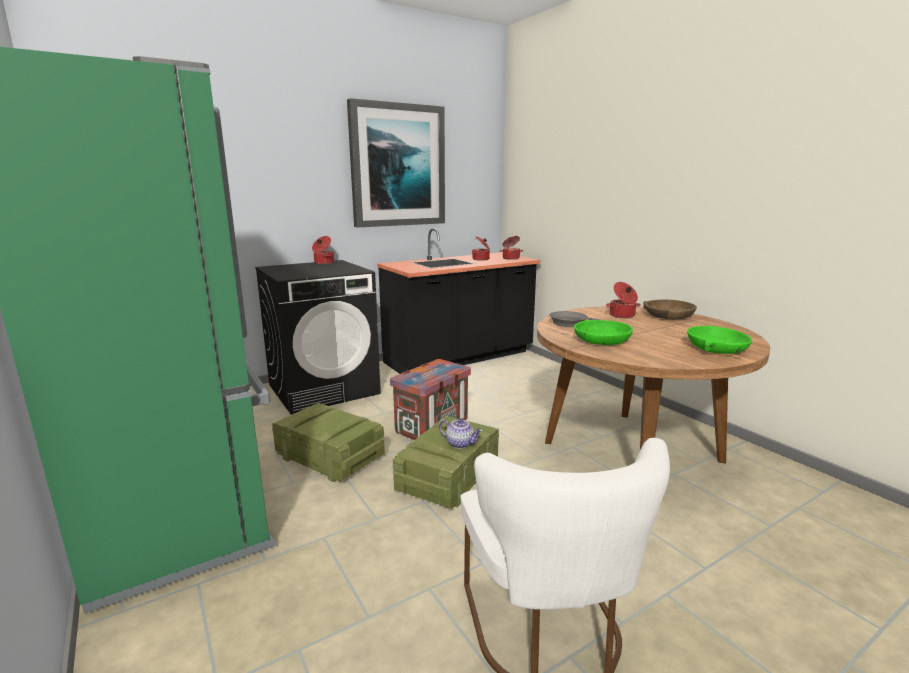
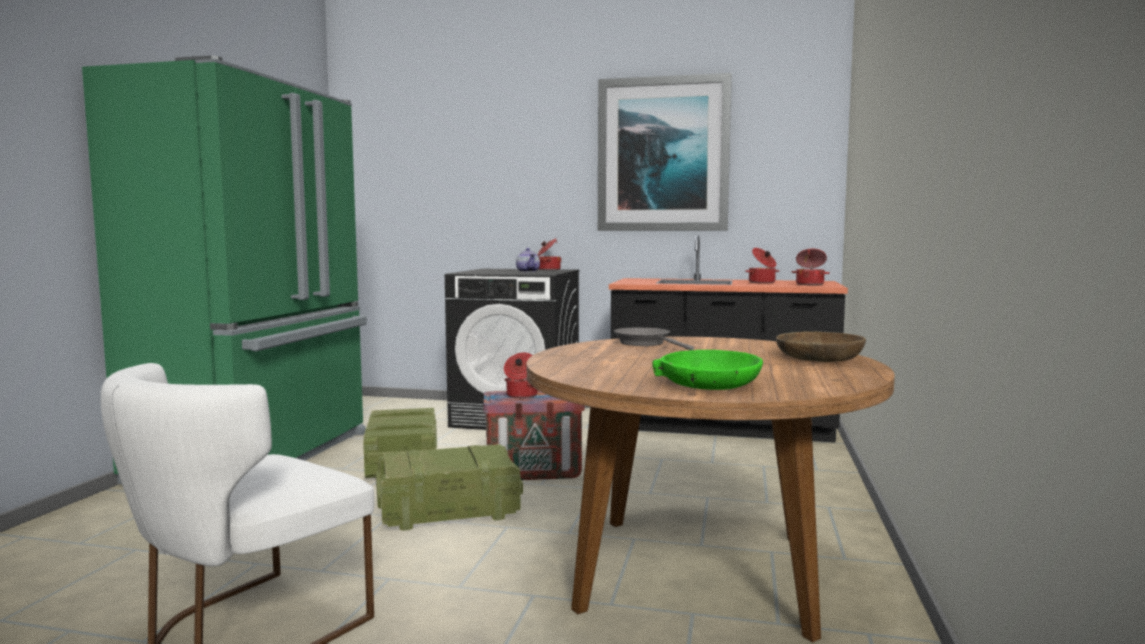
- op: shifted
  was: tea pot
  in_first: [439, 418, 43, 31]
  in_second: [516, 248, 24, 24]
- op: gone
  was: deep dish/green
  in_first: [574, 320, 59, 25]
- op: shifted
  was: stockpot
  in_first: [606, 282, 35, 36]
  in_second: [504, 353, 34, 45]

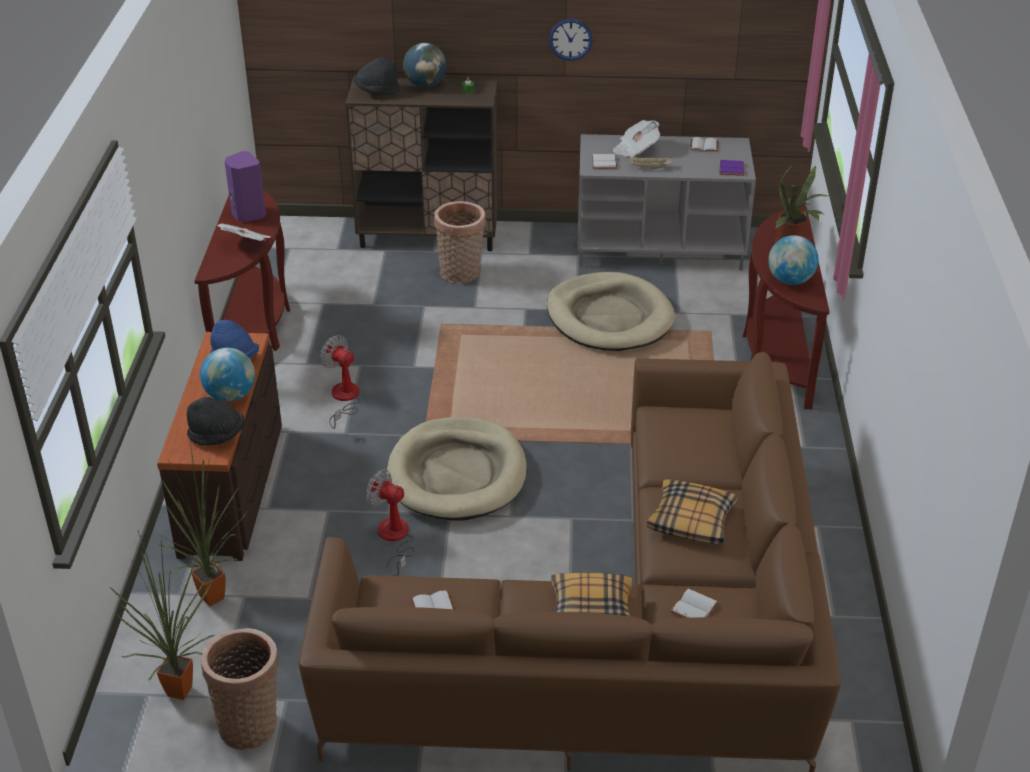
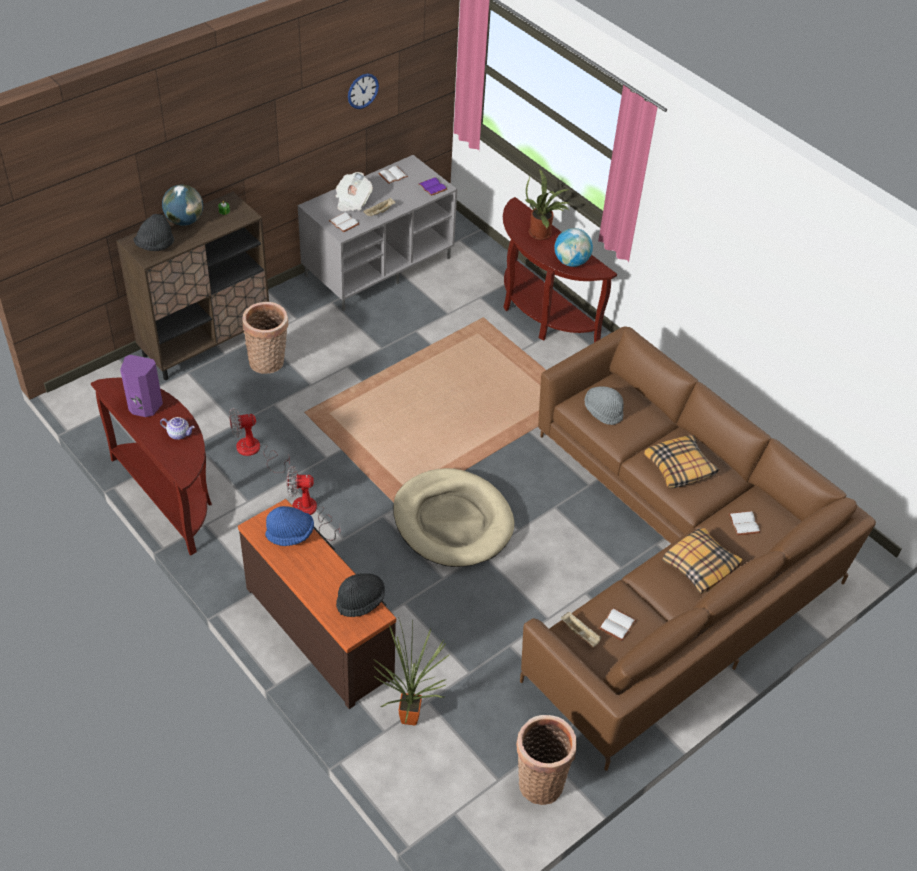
- op: gone
  was: potted plant
  in_first: [111, 529, 105, 171]
- op: gone
  was: world globe
  in_first: [200, 348, 55, 54]
- op: swapped
  was: daily paper
  now: tea pot
  in_first: [217, 224, 54, 17]
  in_second: [160, 417, 35, 23]
- op: shifted
  was: electric fan
  in_first: [366, 469, 48, 107]
  in_second: [229, 408, 61, 65]
- op: gone
  was: dog cushion/sand-coloured
  in_first: [547, 272, 128, 79]
- op: shifted
  was: hanging clock
  in_first: [549, 19, 44, 42]
  in_second: [348, 74, 31, 35]
- op: new
  now: serving tray/sand-coloured
  in_second: [561, 612, 40, 35]
- op: new
  now: wearable hat/greyish
  in_second: [584, 386, 40, 39]

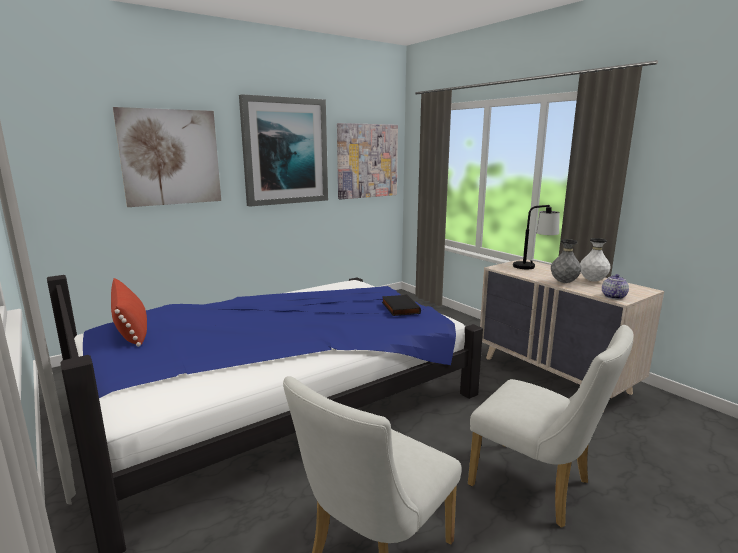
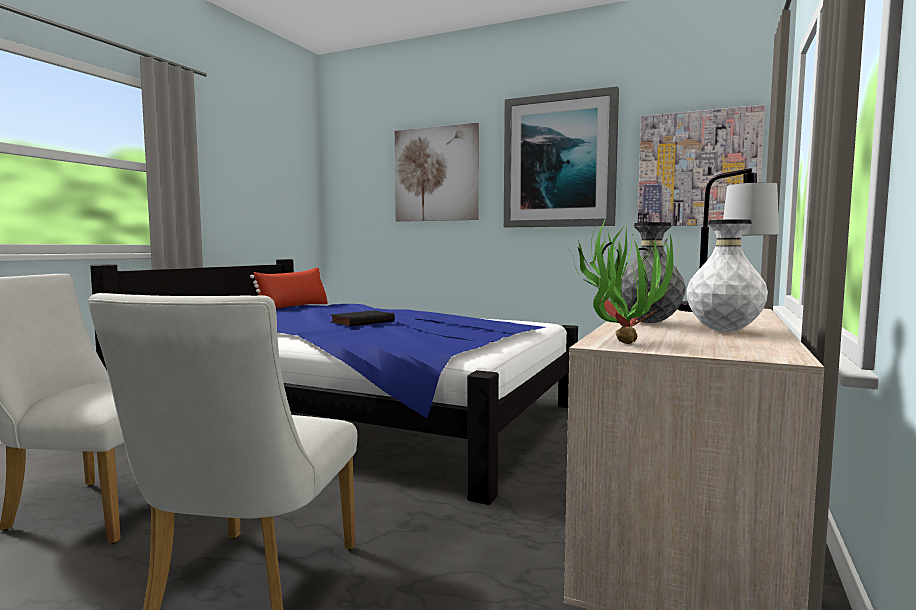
- op: shifted
  was: volume/blackish
  in_first: [382, 294, 39, 22]
  in_second: [330, 310, 65, 17]
- op: swapped
  was: tea pot
  now: potted plant
  in_first: [602, 274, 27, 25]
  in_second: [568, 218, 112, 126]

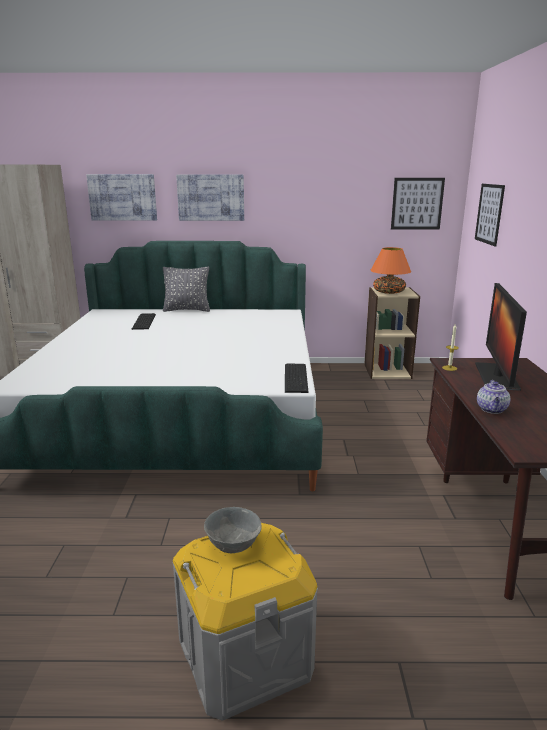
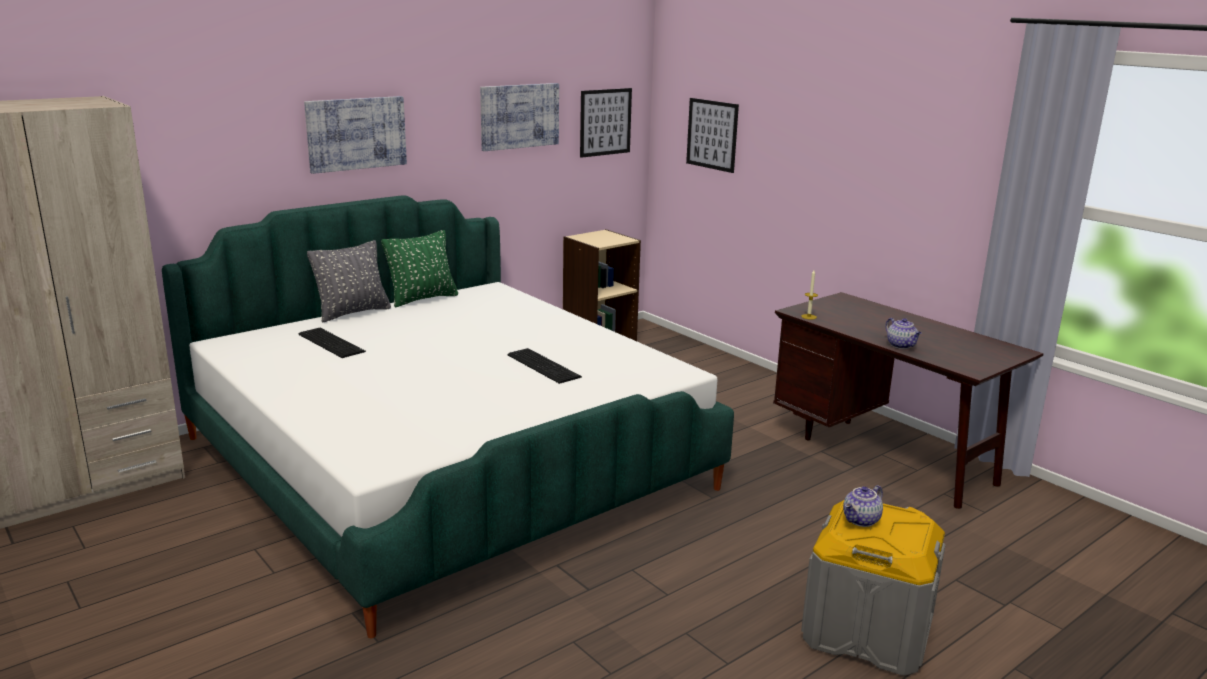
- op: shifted
  was: wall picture
  in_first: [86, 174, 71, 47]
  in_second: [480, 83, 79, 68]
- op: swapped
  was: deep dish/greyish
  now: tea pot
  in_first: [204, 507, 57, 46]
  in_second: [843, 485, 40, 42]
- op: shifted
  was: keyboard
  in_first: [285, 364, 23, 29]
  in_second: [507, 348, 75, 36]
- op: gone
  was: tabletop lamp/orangey
  in_first: [370, 247, 41, 47]
- op: gone
  was: monitor
  in_first: [475, 283, 52, 108]
- op: new
  now: cushion/green
  in_second: [381, 230, 77, 77]

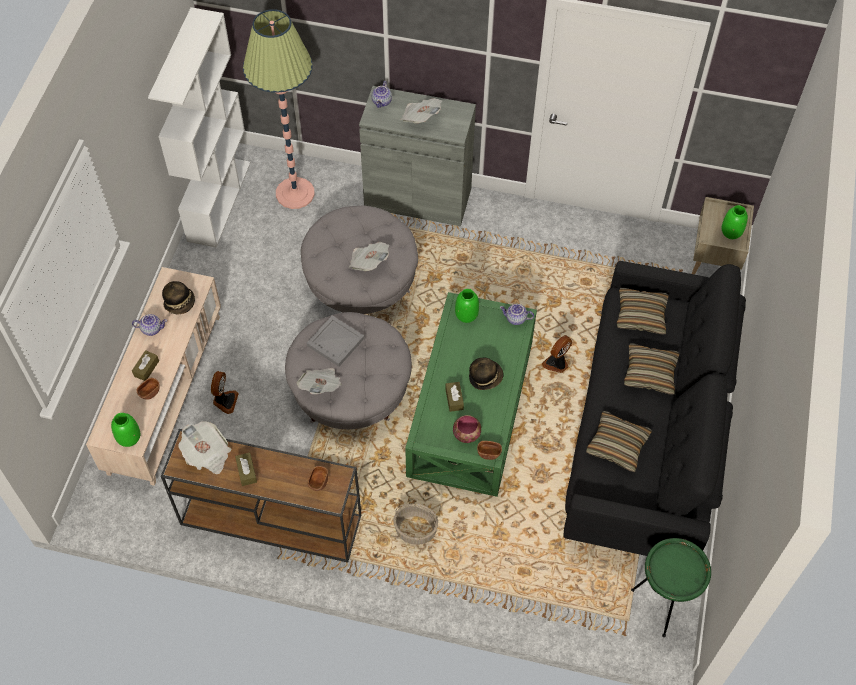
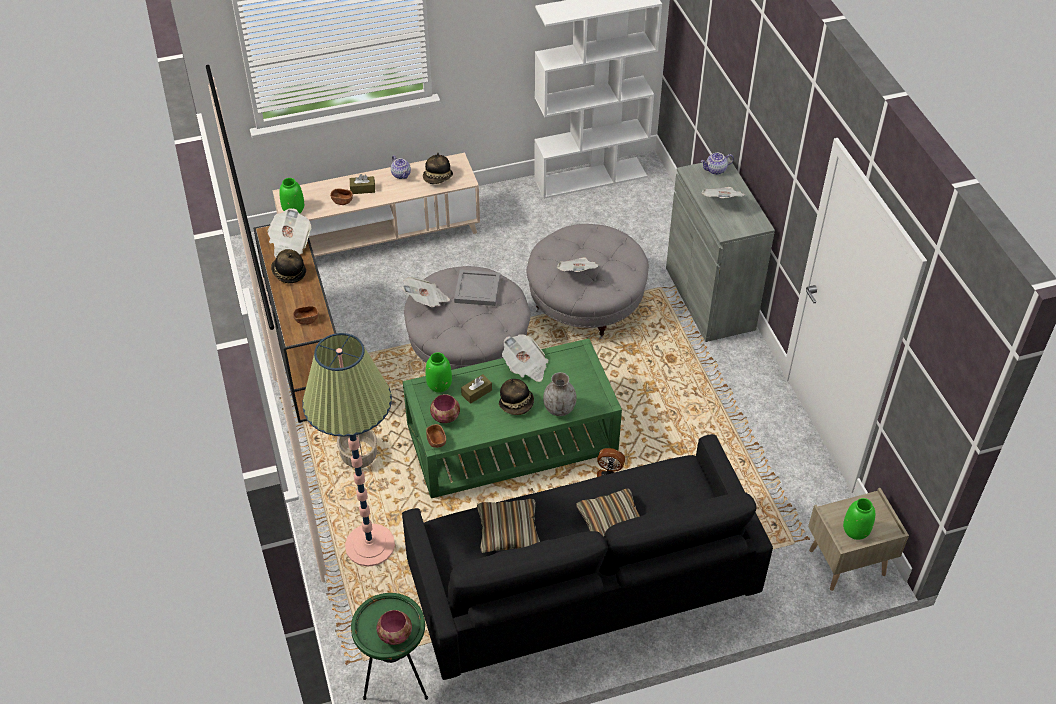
- op: gone
  was: electric fan
  in_first: [211, 371, 28, 43]
- op: swapped
  was: tissue holder/brown-coloured
  now: wearable hat
  in_first: [235, 452, 22, 34]
  in_second: [271, 249, 35, 34]
- op: shifted
  was: standard lamp
  in_first: [243, 9, 72, 200]
  in_second: [302, 333, 93, 234]
- op: shifted
  was: flower vase/green
  in_first: [455, 289, 24, 34]
  in_second: [426, 352, 26, 41]
- op: gone
  was: tea pot
  in_first: [500, 304, 34, 21]
- op: gone
  was: cushion
  in_first: [617, 288, 52, 46]
- op: new
  now: deep dish
  in_second: [377, 610, 35, 35]
- op: new
  now: daily paper
  in_second: [502, 334, 47, 48]
- op: new
  now: flower vase/greyish
  in_second: [543, 372, 34, 44]

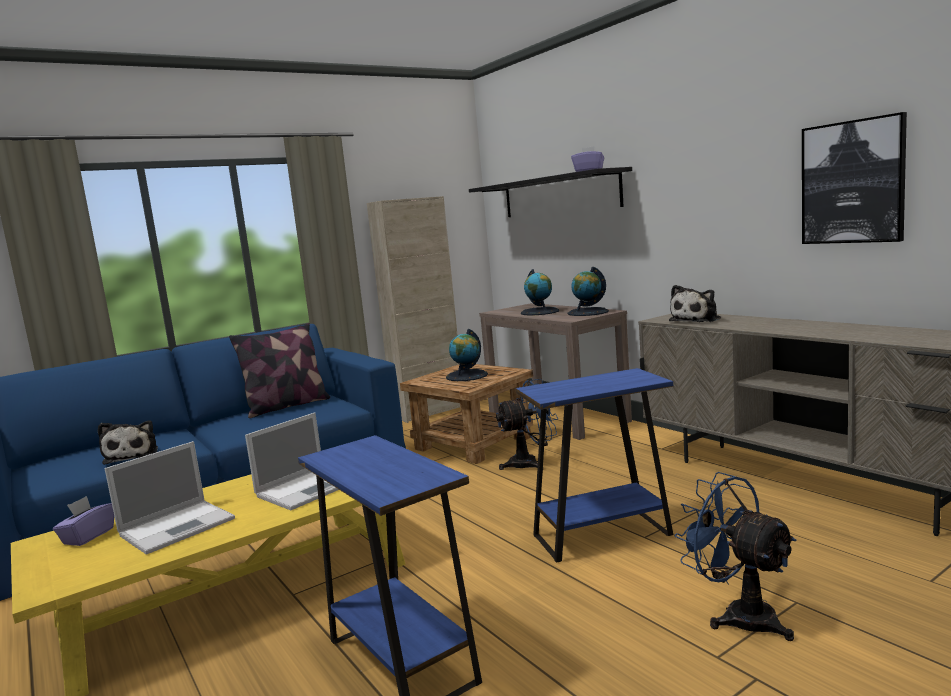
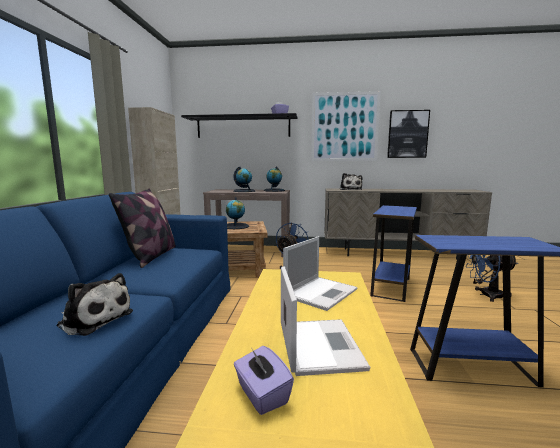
- op: rotated
  was: portable computer
  in_first: [245, 413, 94, 98]
  in_second: [283, 236, 75, 75]
  clockwise: 45
- op: new
  now: wall picture
  in_second: [311, 91, 70, 70]

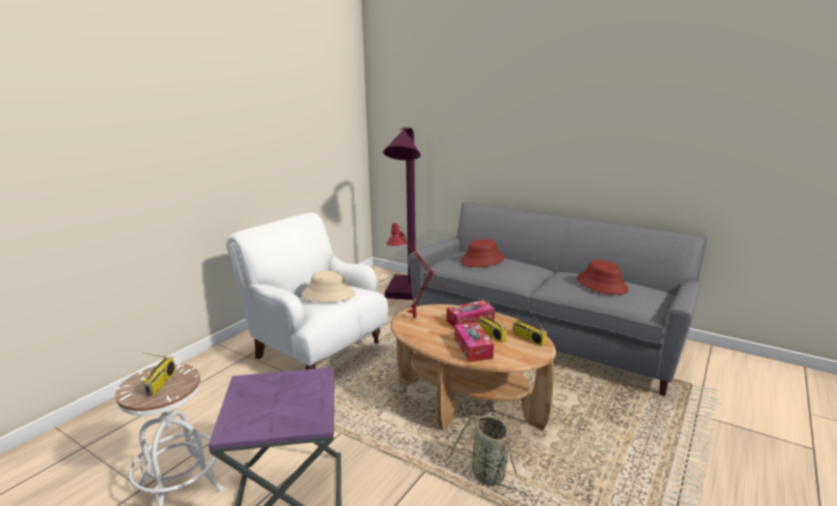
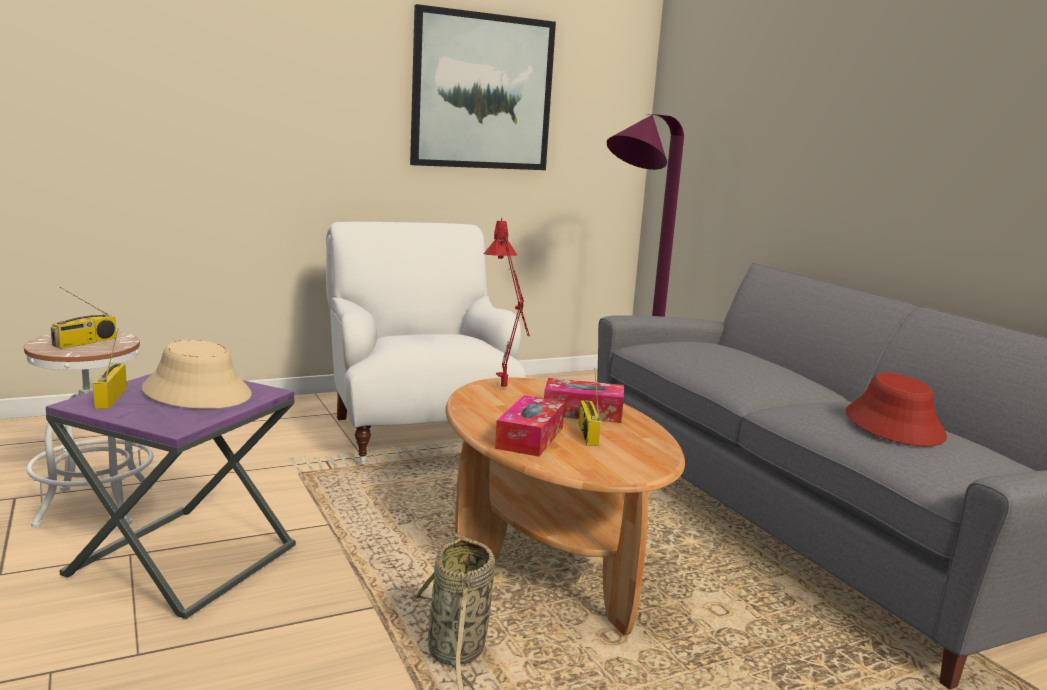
- op: shifted
  was: wearable hat/sand-coloured
  in_first: [301, 271, 54, 32]
  in_second: [142, 340, 110, 69]
- op: gone
  was: wearable hat/red
  in_first: [460, 239, 45, 28]
- op: shifted
  was: radio receiver
  in_first: [513, 303, 34, 43]
  in_second: [93, 328, 34, 81]
- op: new
  now: wall picture
  in_second: [410, 4, 146, 166]

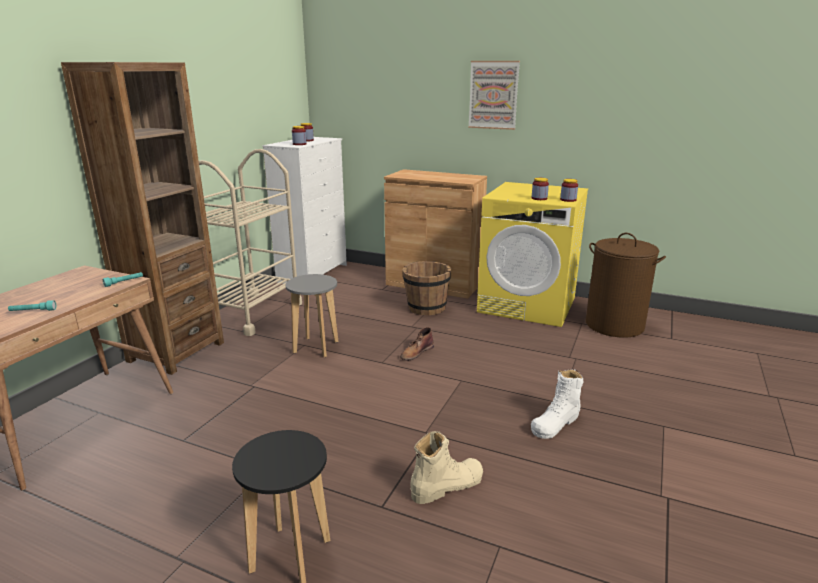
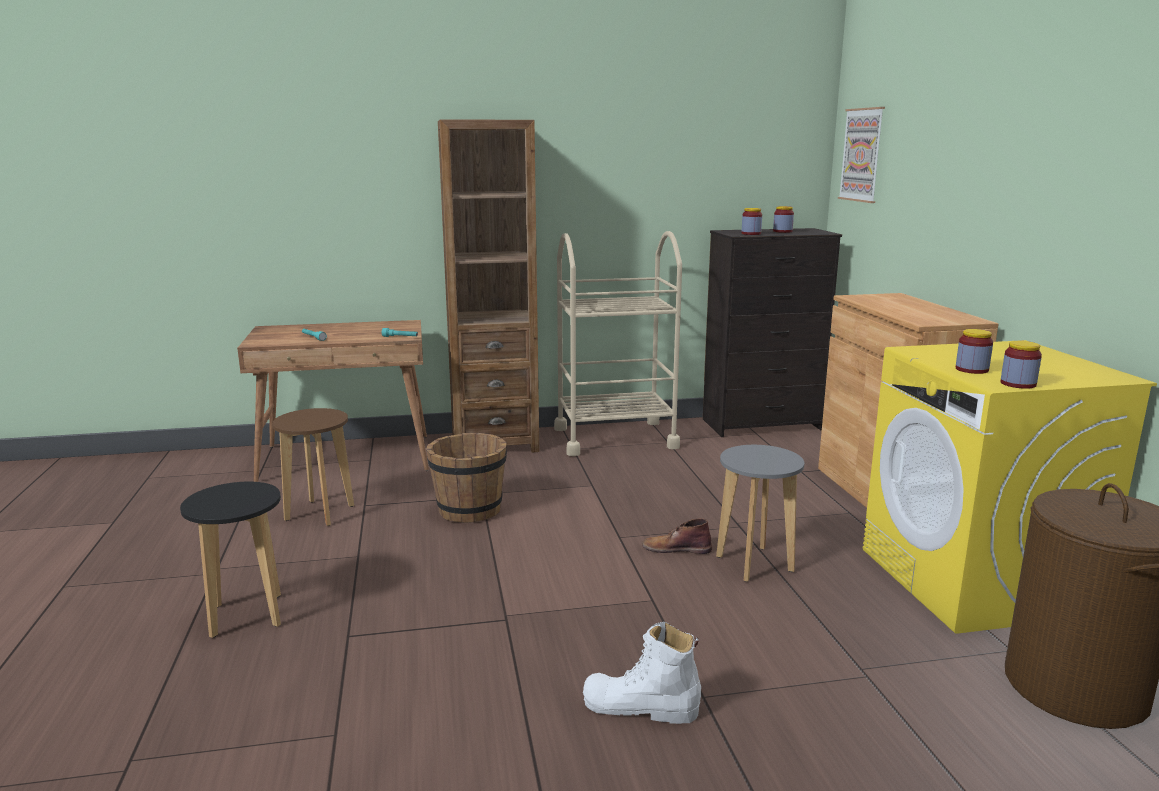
- op: repainted
  was: drawer chest/white-coloured
  now: drawer chest/blackish
  in_first: [262, 137, 85, 147]
  in_second: [703, 228, 139, 209]
- op: shifted
  was: stool/greyish
  in_first: [286, 274, 53, 83]
  in_second: [716, 445, 88, 137]
- op: shifted
  was: pail/brown-coloured
  in_first: [402, 261, 49, 54]
  in_second: [426, 433, 81, 90]
- op: gone
  was: high-top boot/sand-coloured
  in_first: [410, 431, 73, 73]
- op: shifted
  was: wall picture
  in_first: [468, 61, 52, 69]
  in_second: [838, 107, 47, 96]
- op: new
  now: stool/brown-coloured
  in_second: [272, 408, 82, 118]

